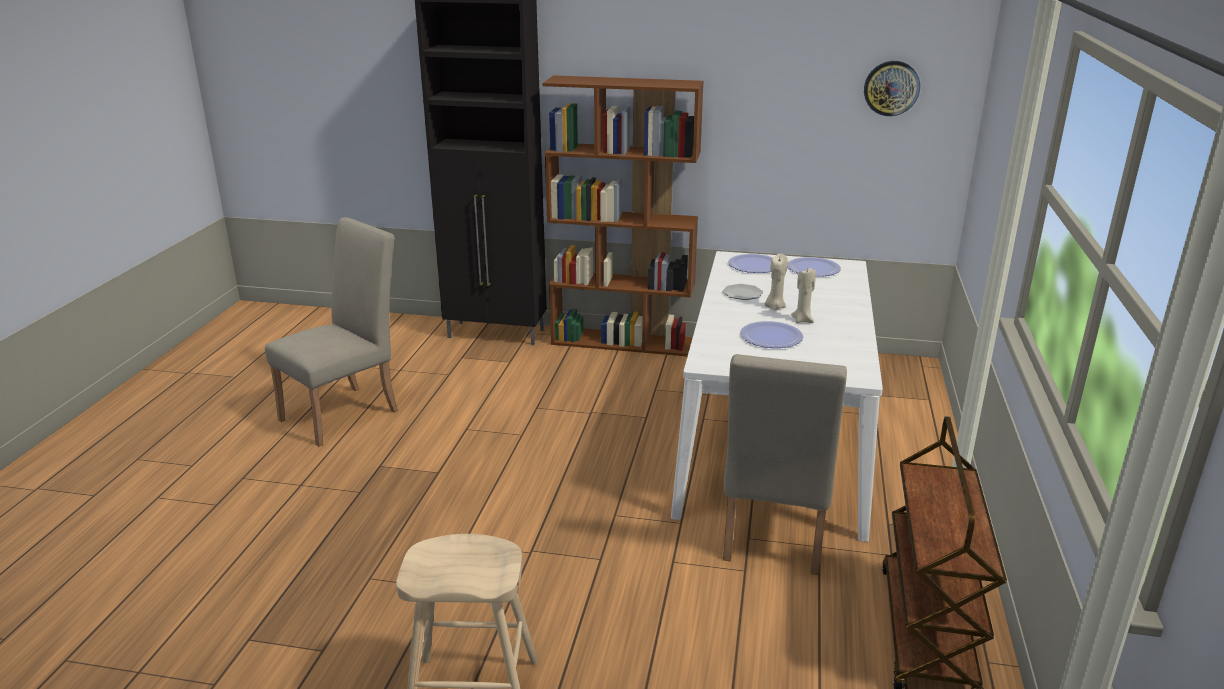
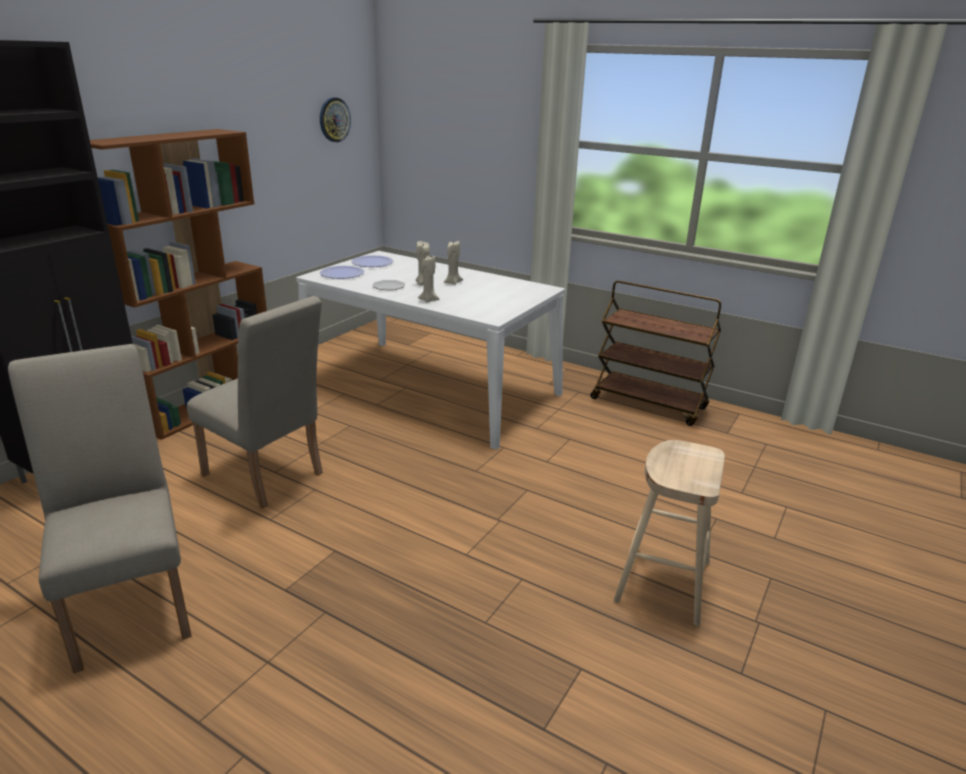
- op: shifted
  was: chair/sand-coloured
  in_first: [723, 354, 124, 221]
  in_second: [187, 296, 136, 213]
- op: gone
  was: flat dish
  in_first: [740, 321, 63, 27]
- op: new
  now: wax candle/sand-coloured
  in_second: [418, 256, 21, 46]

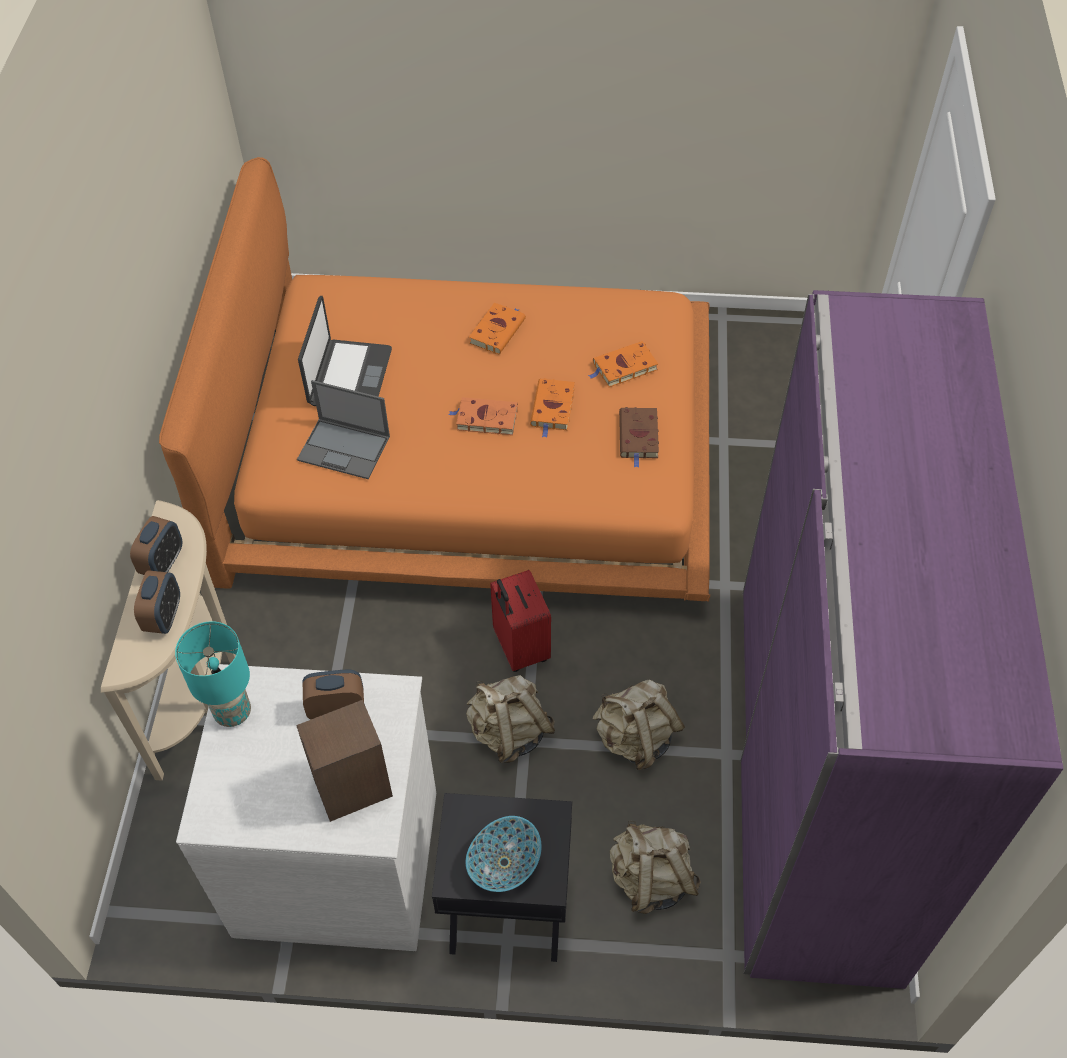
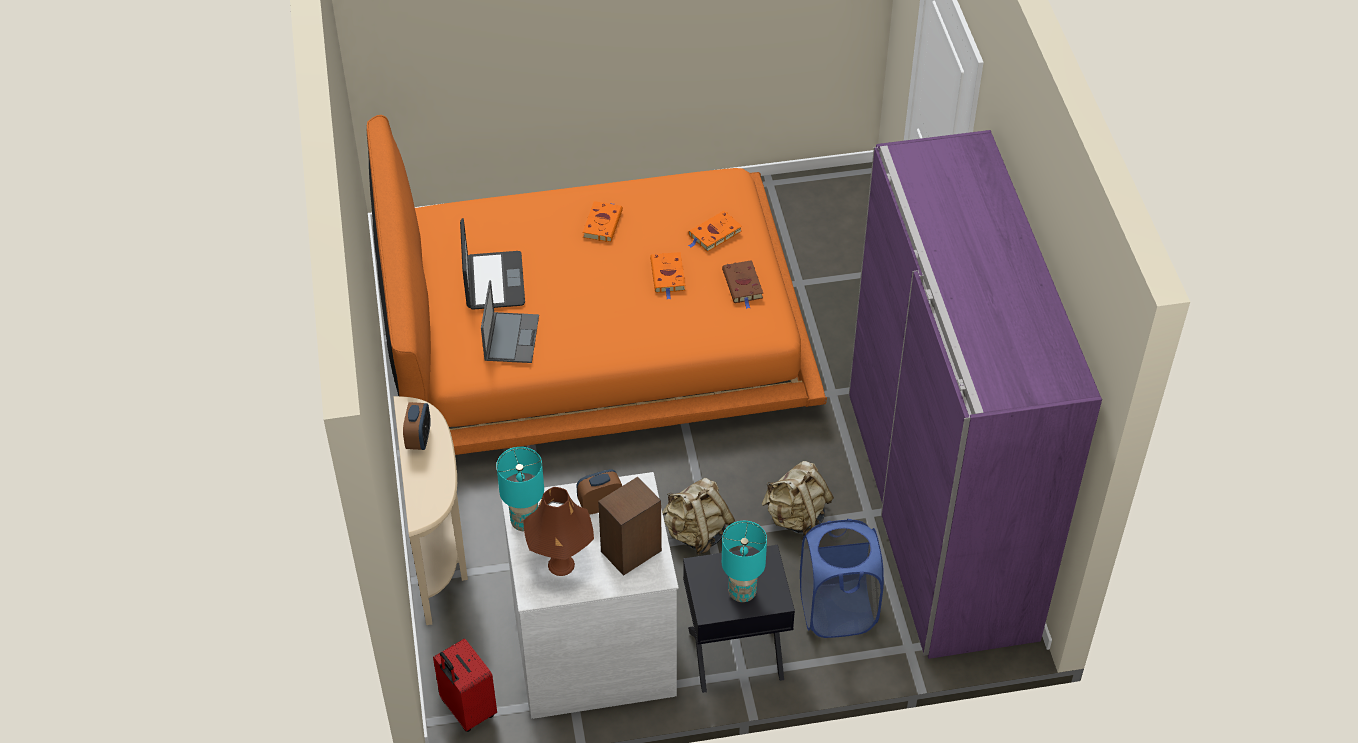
- op: gone
  was: alarm clock
  in_first: [134, 570, 46, 64]
- op: rotated
  was: portable computer
  in_first: [297, 380, 93, 99]
  in_second: [481, 280, 58, 83]
  clockwise: -90
- op: gone
  was: volume/orangey
  in_first: [449, 397, 69, 38]
- op: swapped
  was: deep dish
  now: tabletop lamp/turquoise
  in_first: [466, 816, 76, 76]
  in_second: [722, 521, 45, 81]
- op: shifted
  was: travel case/red
  in_first: [490, 570, 61, 102]
  in_second: [433, 639, 64, 93]
- op: swapped
  was: knapsack/sand-coloured
  now: laundry basket/bluish
  in_first: [610, 821, 91, 93]
  in_second: [800, 519, 84, 119]
- op: new
  now: tabletop lamp/brown-coloured
  in_second: [523, 487, 71, 89]

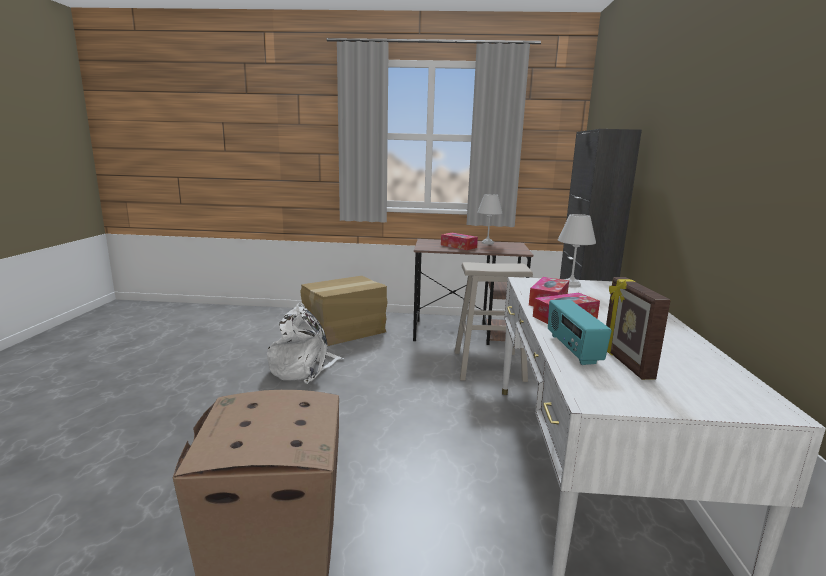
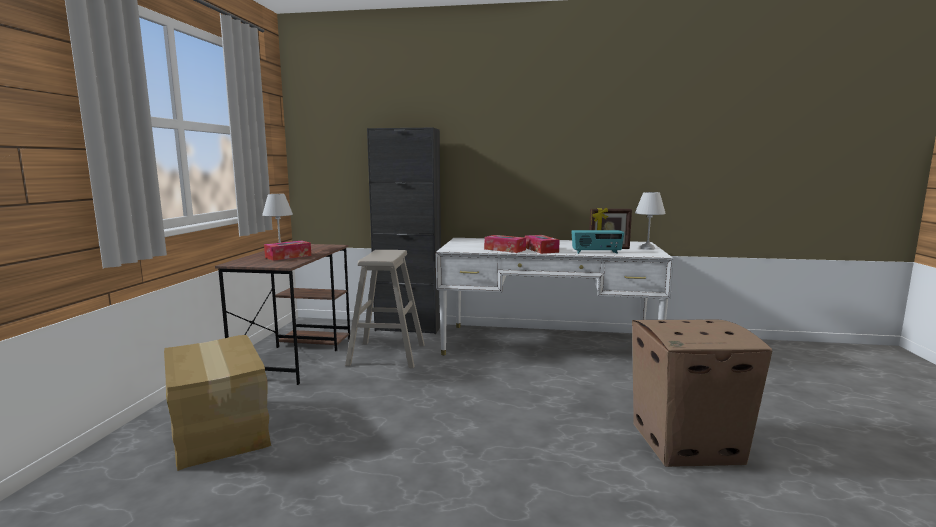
- op: gone
  was: knapsack/white-coloured
  in_first: [267, 303, 77, 81]
- op: shifted
  was: tabletop lamp/white-coloured
  in_first: [558, 214, 38, 74]
  in_second: [635, 192, 31, 58]

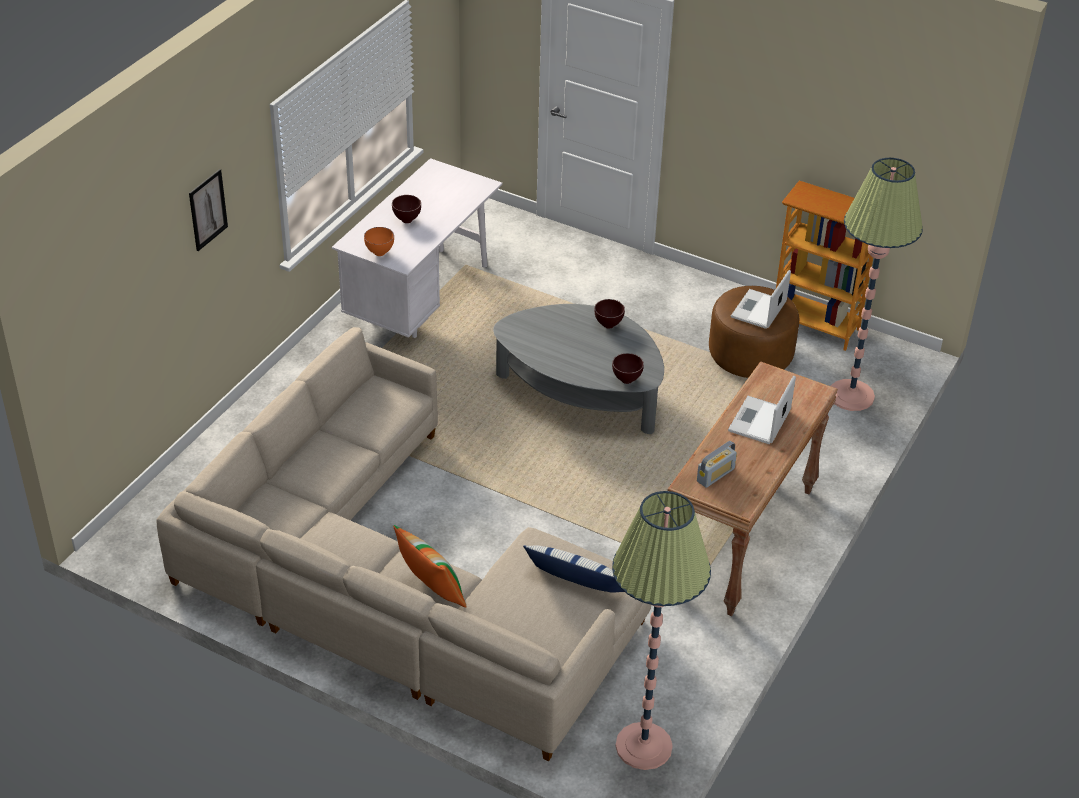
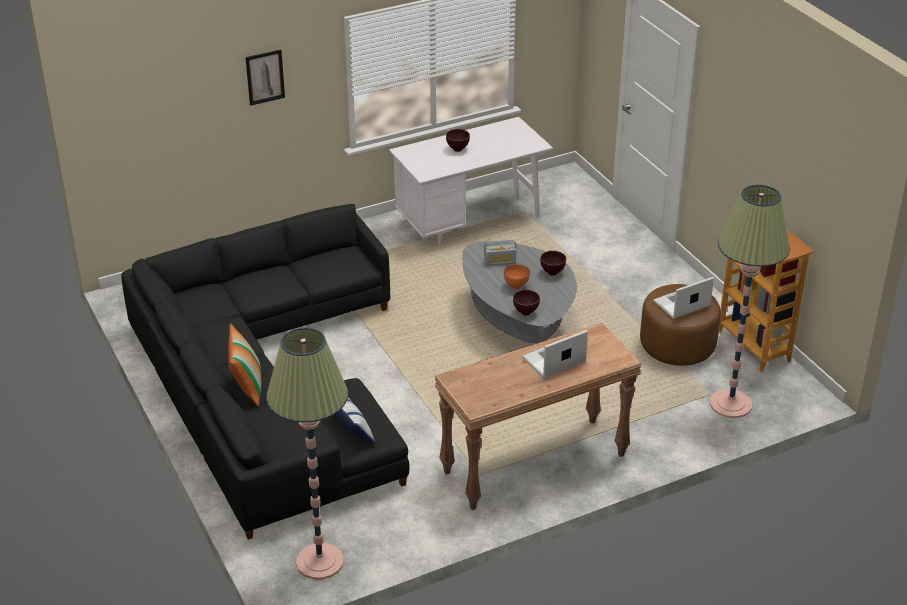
- op: repainted
  was: sofa/sand-coloured
  now: sofa/blackish
  in_first: [156, 327, 495, 434]
  in_second: [121, 204, 288, 336]
- op: shifted
  was: deep dish/orangey
  in_first: [364, 227, 30, 29]
  in_second: [504, 264, 26, 25]
- op: shifted
  was: radio receiver
  in_first: [697, 441, 40, 47]
  in_second: [484, 240, 33, 26]

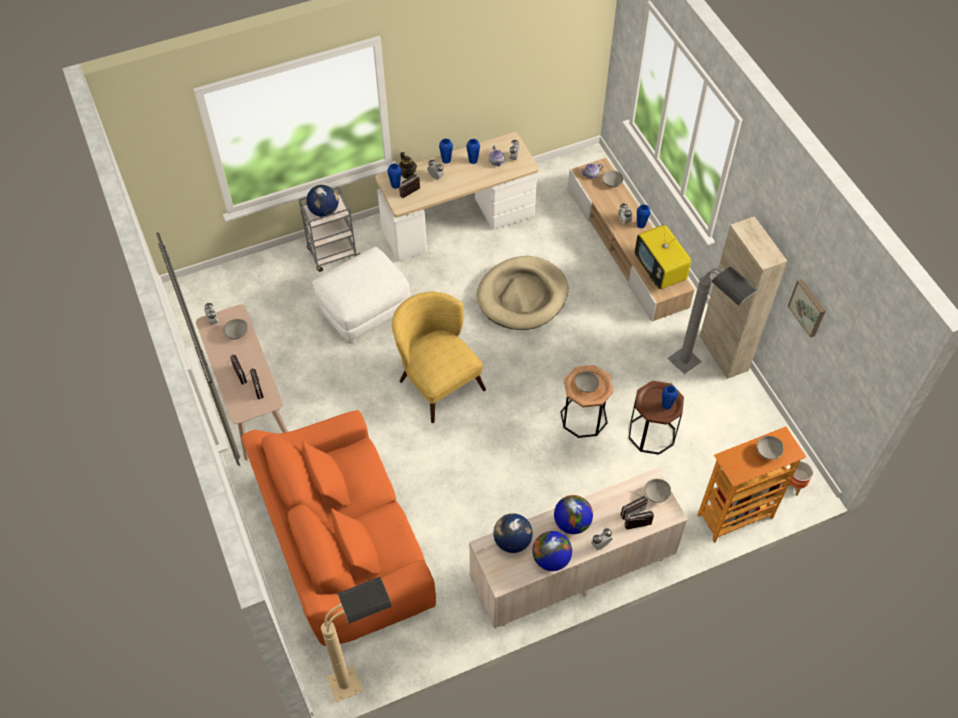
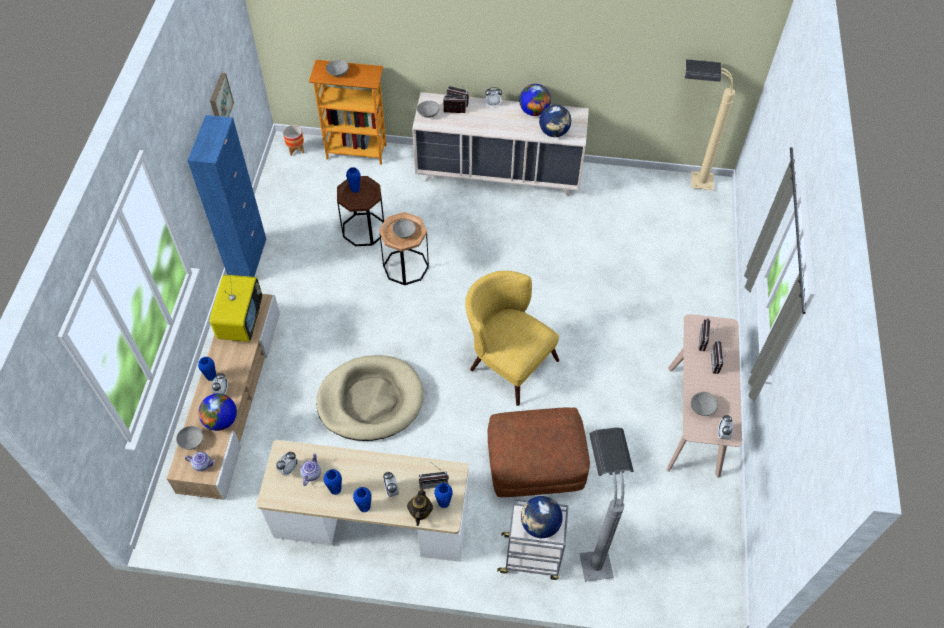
- op: gone
  was: sofa/orangey
  in_first: [241, 410, 195, 236]
- op: repainted
  was: ottoman/white-coloured
  now: ottoman/brown-coloured
  in_first: [312, 247, 98, 96]
  in_second: [488, 408, 102, 89]
- op: rotated
  was: armchair/yellowish
  in_first: [392, 292, 94, 131]
  in_second: [465, 271, 94, 135]
  clockwise: 135
- op: shifted
  was: world globe
  in_first: [554, 495, 39, 39]
  in_second: [198, 394, 39, 37]
- op: shifted
  was: standard lamp/greyish
  in_first: [667, 266, 93, 108]
  in_second: [579, 427, 55, 155]
- op: repainted
  was: storage cabinet/sand-coloured
  now: storage cabinet/bluish
  in_first: [699, 216, 88, 163]
  in_second: [187, 115, 80, 162]

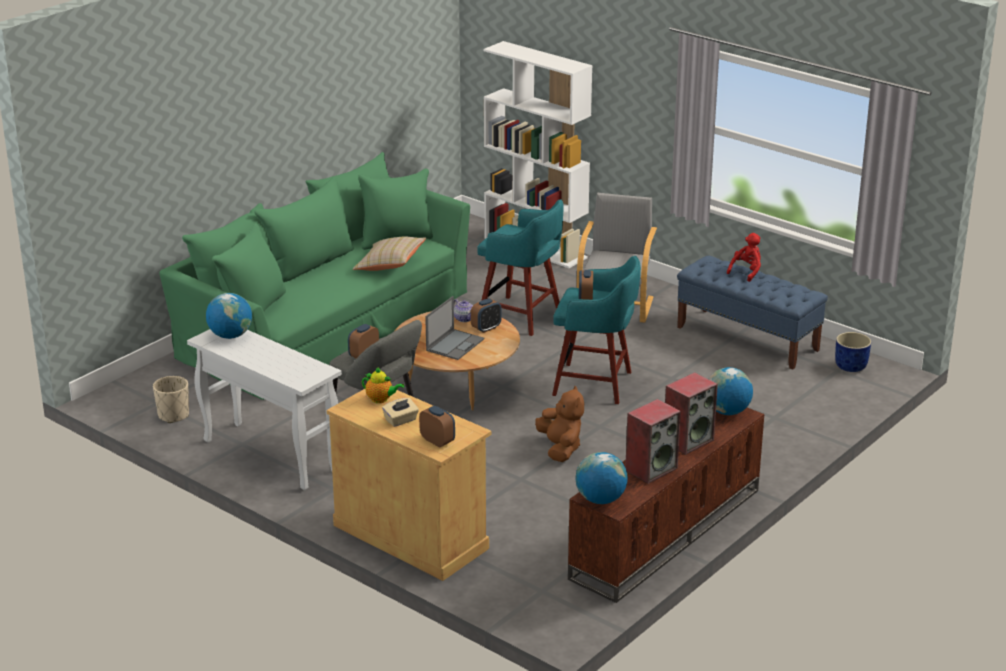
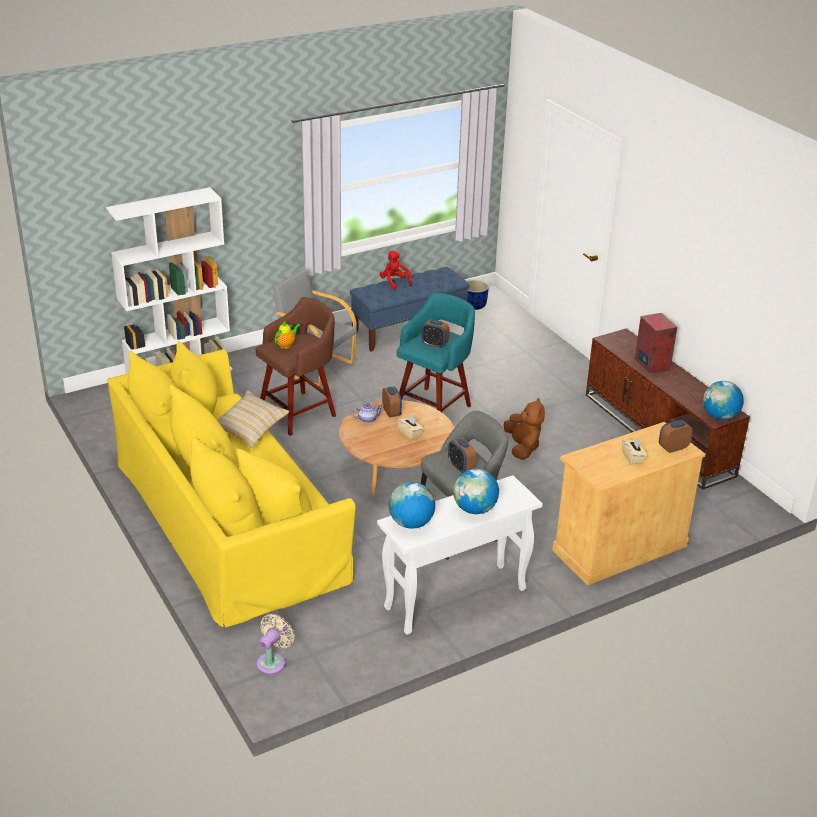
- op: gone
  was: flower pot/sand-coloured
  in_first: [153, 376, 36, 47]
- op: repainted
  was: sofa/green
  now: sofa/yellowish
  in_first: [159, 152, 311, 248]
  in_second: [107, 341, 249, 286]
- op: shifted
  was: tea pot
  in_first: [362, 367, 42, 36]
  in_second: [274, 322, 27, 27]
- op: swapped
  was: portable computer
  now: tissue holder/sand-coloured
  in_first: [425, 296, 59, 64]
  in_second: [397, 415, 27, 25]
- op: repainted
  was: stool/turquoise
  now: stool/brown-coloured
  in_first: [477, 199, 87, 137]
  in_second: [256, 297, 80, 139]
- op: rotated
  was: soft toy/brown-coloured
  in_first: [535, 386, 49, 76]
  in_second: [504, 398, 41, 62]
  clockwise: 75
- op: gone
  was: audio speaker
  in_first: [625, 399, 56, 85]
- op: shifted
  was: world globe
  in_first: [708, 367, 45, 48]
  in_second: [453, 468, 46, 46]
- op: new
  now: electric fan/sand-coloured
  in_second: [256, 614, 39, 61]

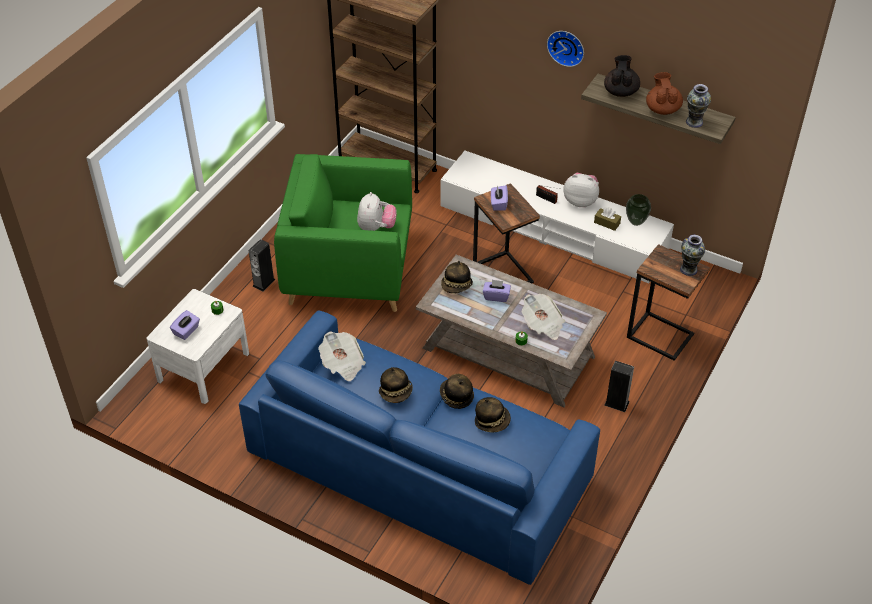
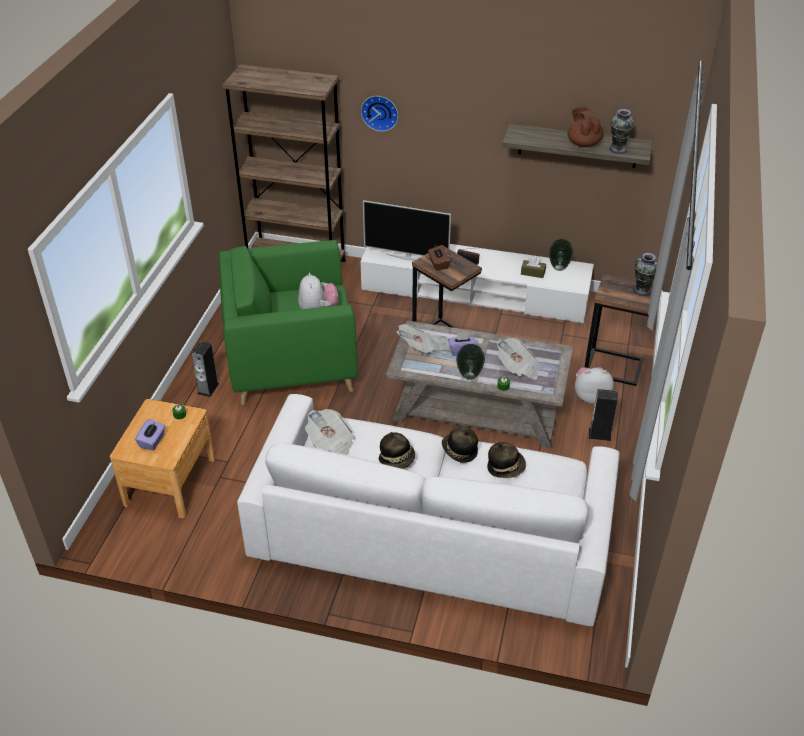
- op: repainted
  was: night table/white-coloured
  now: night table/brown-coloured
  in_first: [146, 289, 103, 115]
  in_second: [110, 399, 105, 119]
- op: repainted
  was: sofa/bluish
  now: sofa/white-coloured
  in_first: [239, 311, 361, 274]
  in_second: [237, 394, 383, 233]
- op: swapped
  was: wearable hat
  now: daily paper
  in_first: [441, 261, 32, 32]
  in_second: [396, 324, 47, 29]
- op: repainted
  was: tissue holder/purple
  now: tissue holder/brown-coloured
  in_first: [491, 185, 17, 26]
  in_second: [428, 245, 22, 25]
- op: shifted
  was: hanging clock
  in_first: [547, 31, 37, 36]
  in_second: [361, 96, 37, 36]
- op: shifted
  was: soft toy
  in_first: [564, 173, 35, 34]
  in_second: [575, 367, 39, 37]
- op: gone
  was: tea pot/blackish
  in_first: [604, 55, 36, 42]
- op: new
  now: TV
  in_second: [363, 200, 88, 61]
- op: new
  now: flower vase
  in_second: [456, 344, 29, 36]

